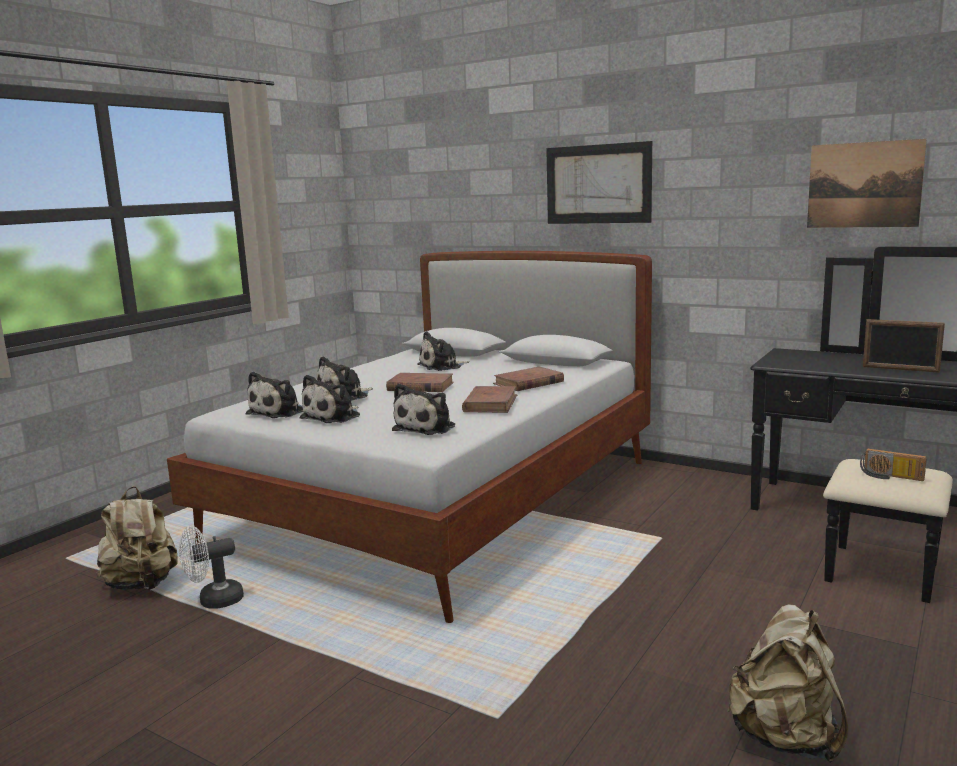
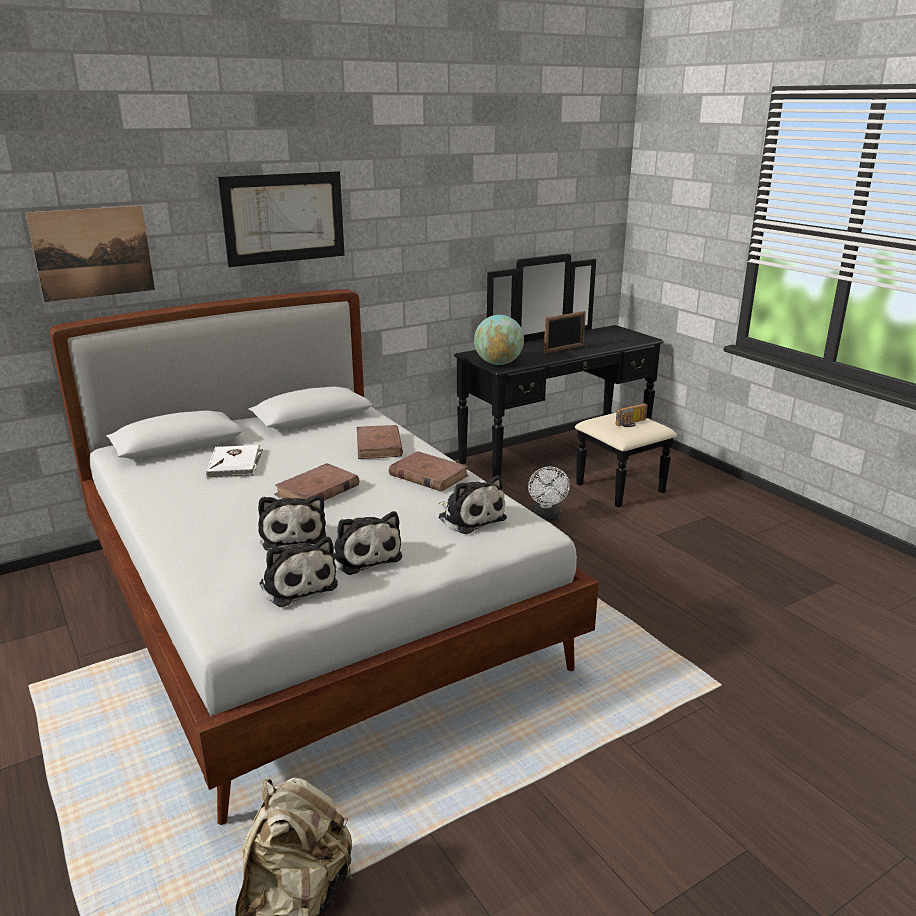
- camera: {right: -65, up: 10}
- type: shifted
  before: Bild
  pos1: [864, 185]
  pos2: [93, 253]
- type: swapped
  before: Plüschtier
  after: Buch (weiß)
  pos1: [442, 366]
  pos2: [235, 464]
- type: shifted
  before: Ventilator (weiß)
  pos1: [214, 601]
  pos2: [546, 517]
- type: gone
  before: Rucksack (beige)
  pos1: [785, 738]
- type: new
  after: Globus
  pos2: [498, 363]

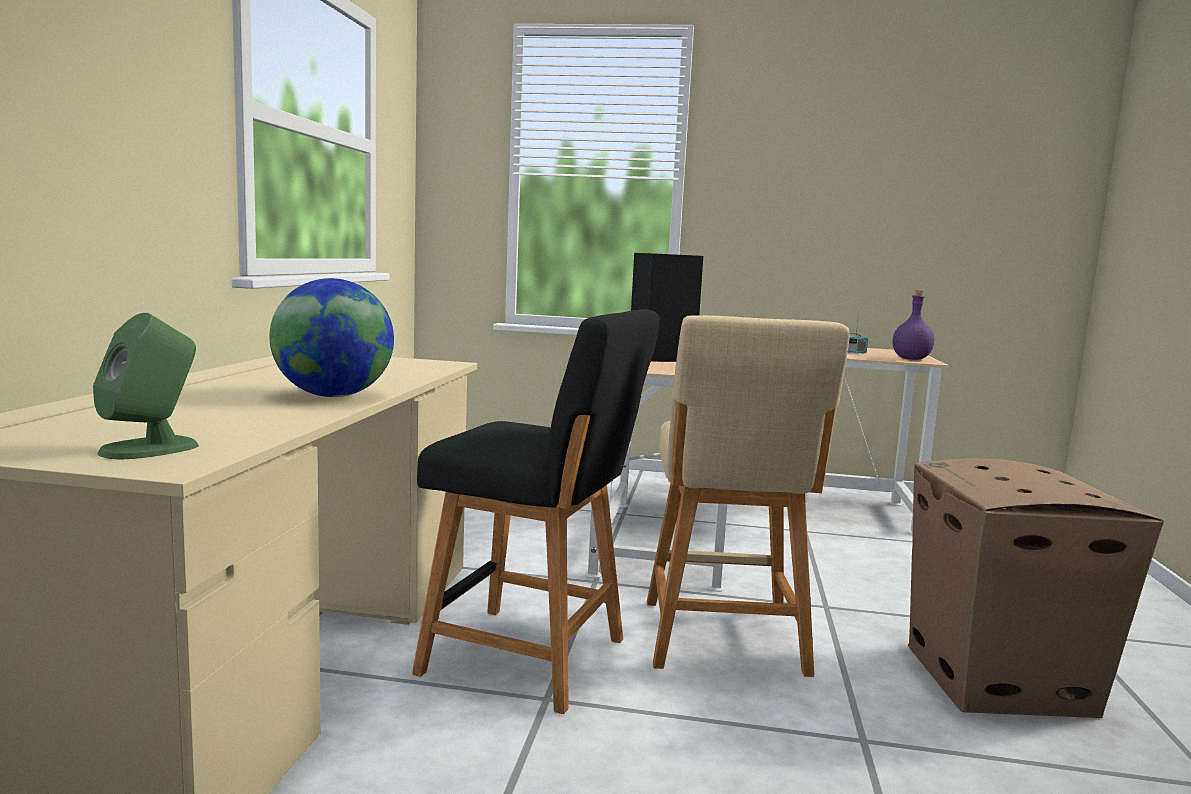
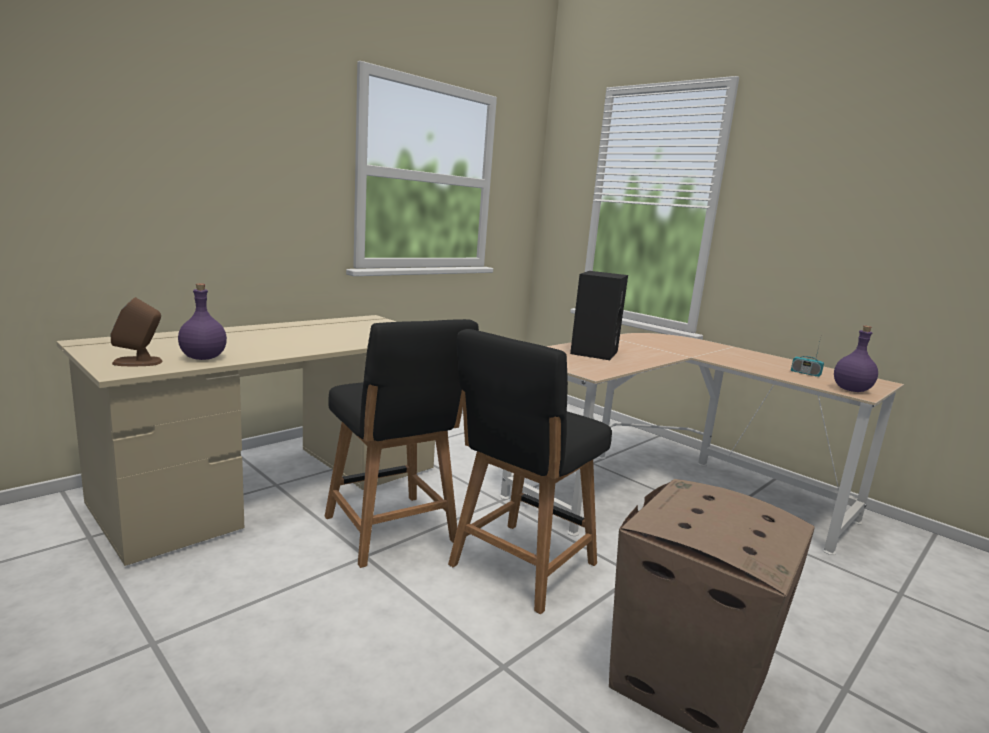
- camera: {right: 35, up: 5}
- type: gone
  before: Globus
  pos1: [333, 396]
- type: repainted
  before: Lautsprecher (grün)
  after: Lautsprecher (braun)
  pos1: [151, 448]
  pos2: [138, 362]
- type: repainted
  before: Hocker (beige)
  after: Hocker (schwarz)
  pos1: [724, 641]
  pos2: [519, 567]
- type: new
  after: Flasche (lila)
  pos2: [204, 358]

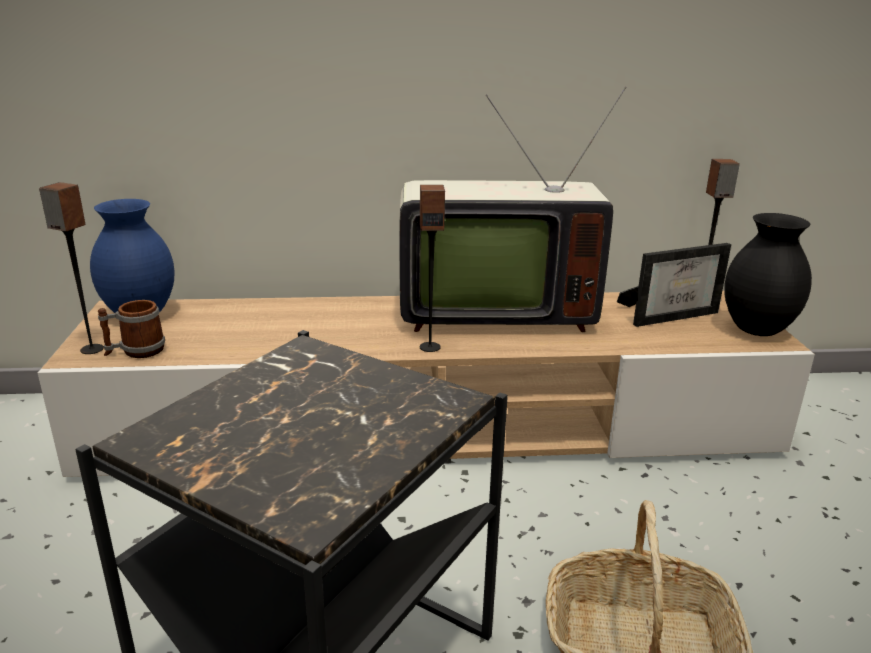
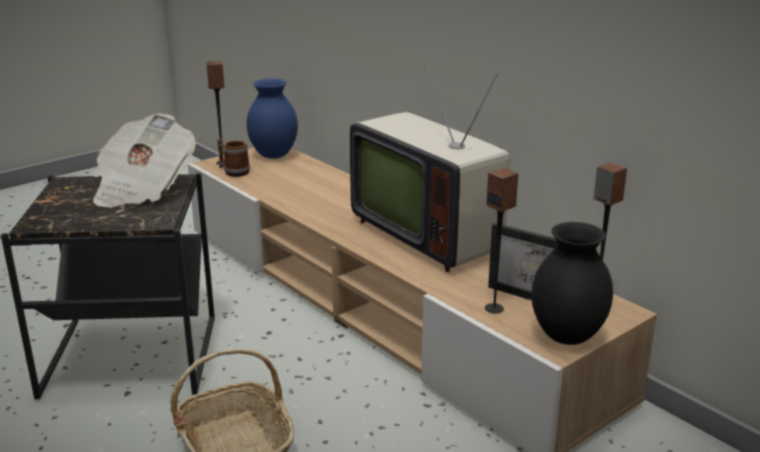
- camera: {right: 55, up: 0}
- type: shifted
  before: Lautsprecher
  pos1: [430, 347]
  pos2: [494, 308]
- type: new
  after: Zeitung
  pos2: [142, 188]

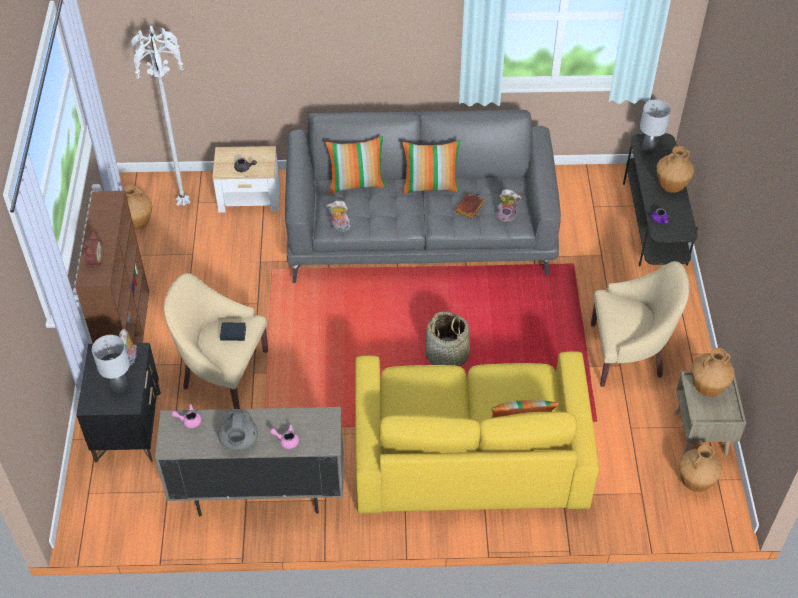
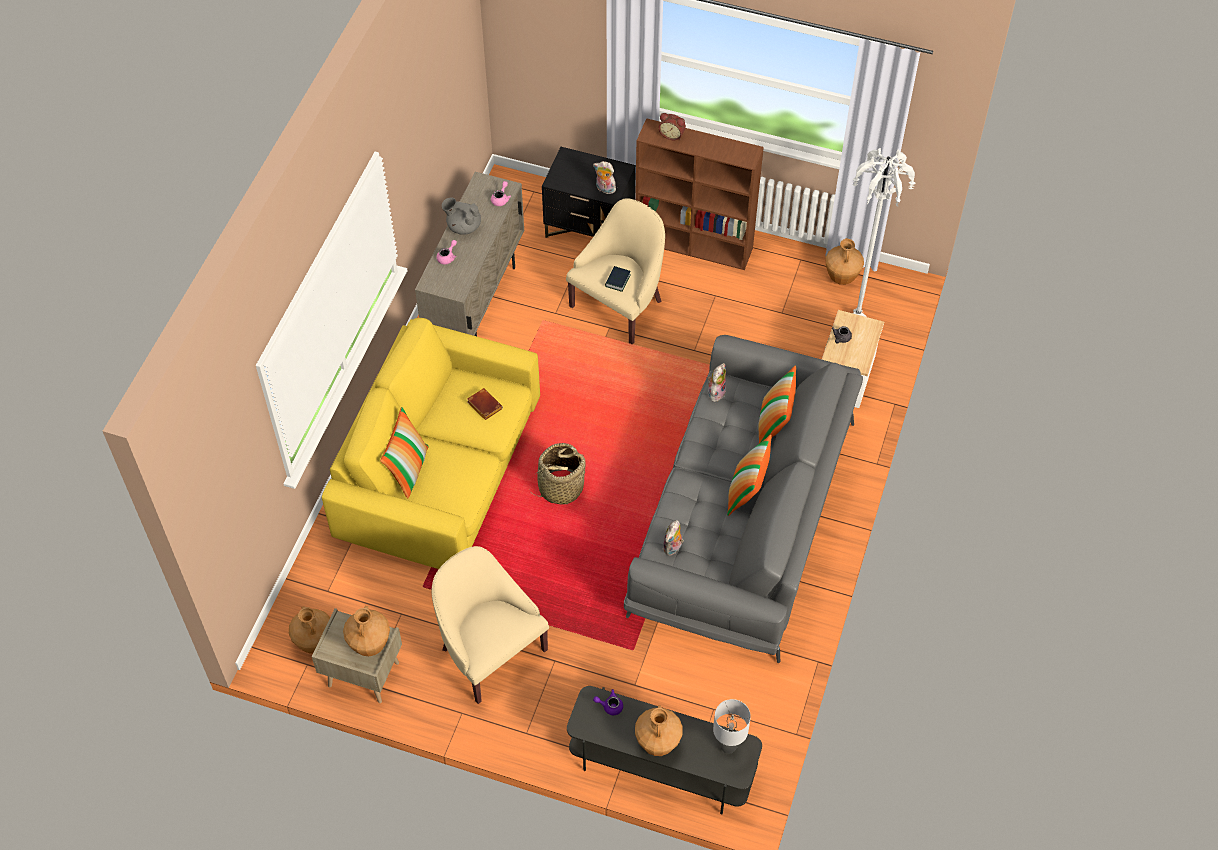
- camera: {right: 110, up: 5}
- type: shifted
  before: Buch (braun)
  pos1: [470, 208]
  pos2: [483, 406]
- type: rotated
  before: Sessel (beige)
  pos1: [628, 353]
  pos2: [489, 651]
  turn: 120
- type: gone
  before: Tischlampe (grau)
  pos1: [120, 387]

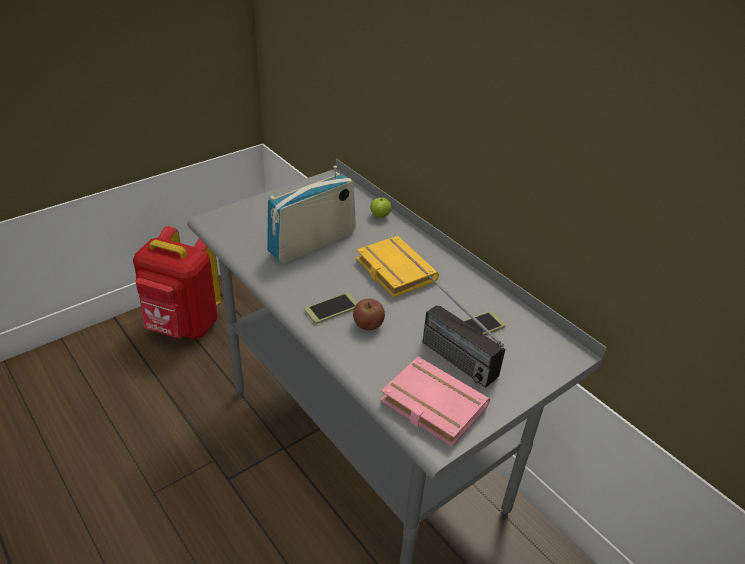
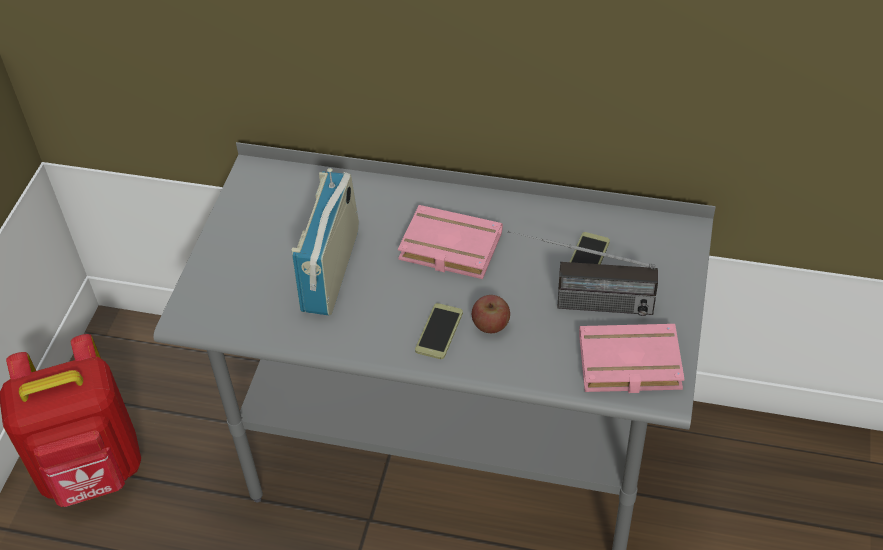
- camera: {right: -35, up: 10}
- type: gone
  before: Apfel
  pos1: [380, 216]
- type: repainted
  before: Buch (gelb)
  after: Buch (rosa)
  pos1: [392, 270]
  pos2: [447, 248]

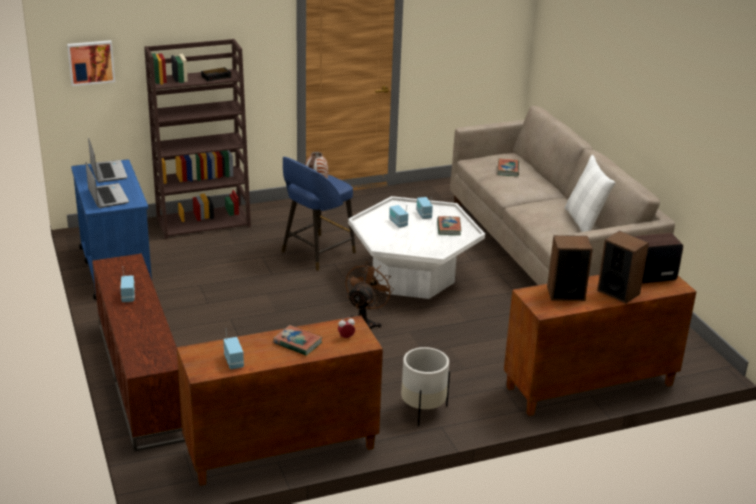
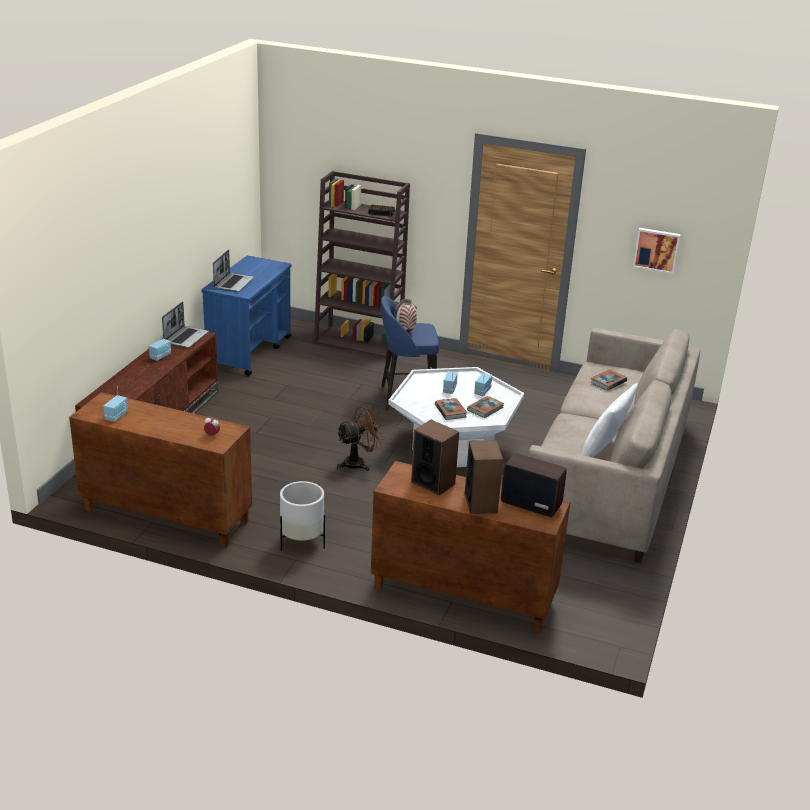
- camera: {right: 40, up: 0}
- type: shifted
  before: Bild
  pos1: [91, 62]
  pos2: [656, 250]
- type: shifted
  before: Laptop
  pos1: [108, 172]
  pos2: [186, 337]
- type: shifted
  before: Buch
  pos1: [297, 343]
  pos2: [450, 411]

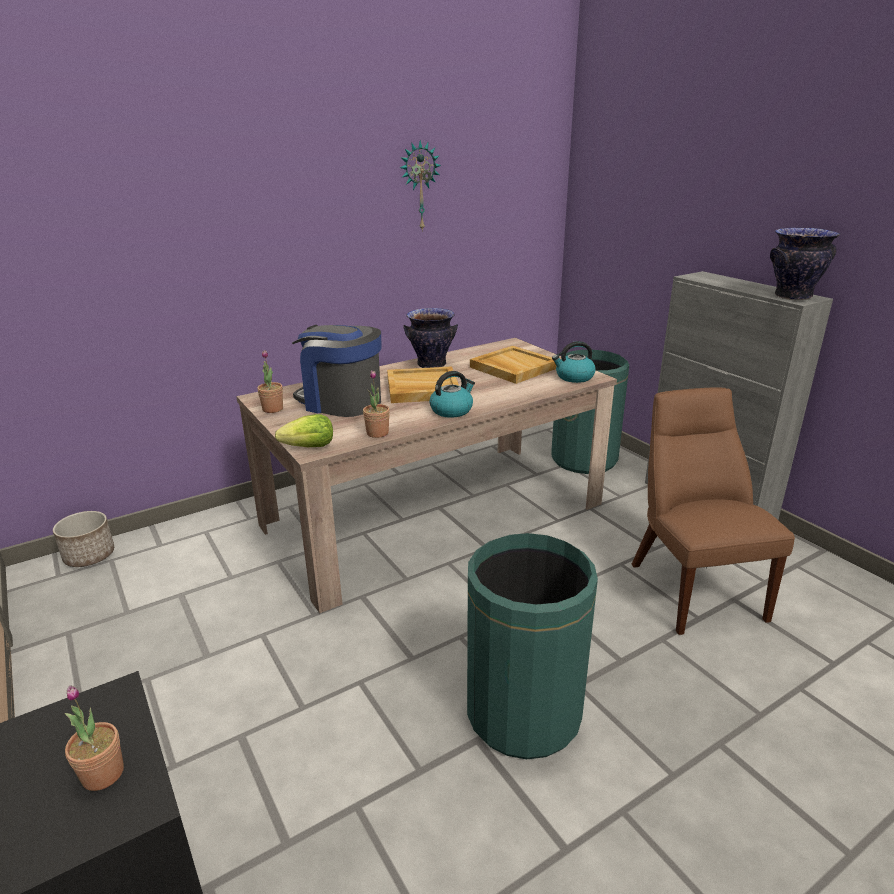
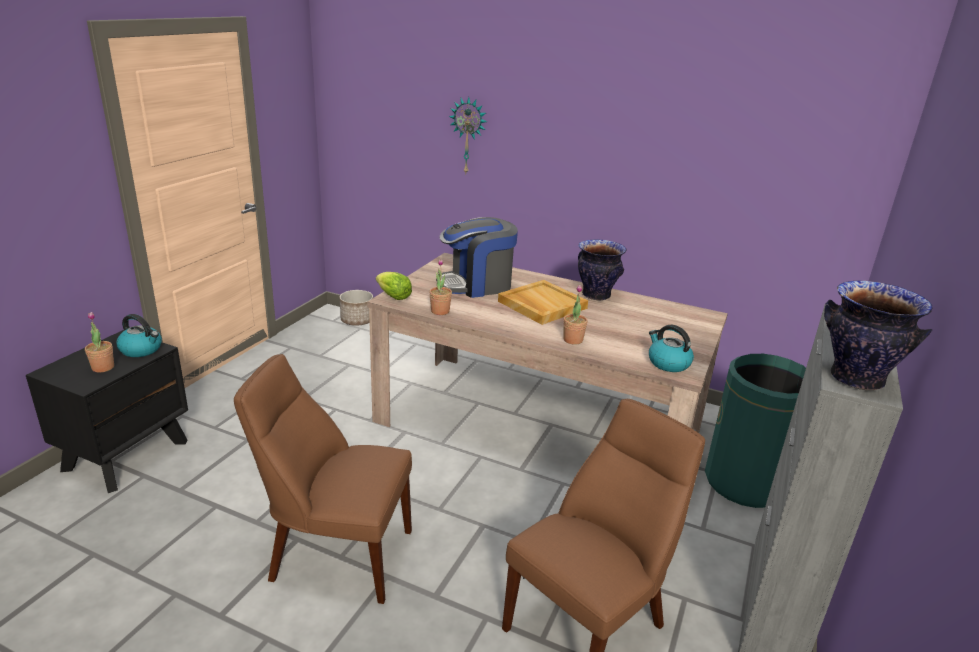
- camera: {right: 55, up: 0}
- type: shifted
  before: Wanduhr
  pos1: [419, 186]
  pos2: [468, 136]
- type: rotated
  before: Kaffeemaschine
  pos1: [341, 402]
  pos2: [476, 285]
  turn: -105
- type: gone
  before: Tablett (beige)
  pos1: [513, 367]
- type: shifted
  before: Topfpflanze
  pos1: [272, 409]
  pos2: [573, 340]
- type: shifted
  before: Wasserkessel
  pos1: [452, 410]
  pos2: [142, 349]
- type: swapped
  before: Mülleimer (grün)
  after: Stuhl (braun)
  pos1: [523, 713]
  pos2: [335, 554]

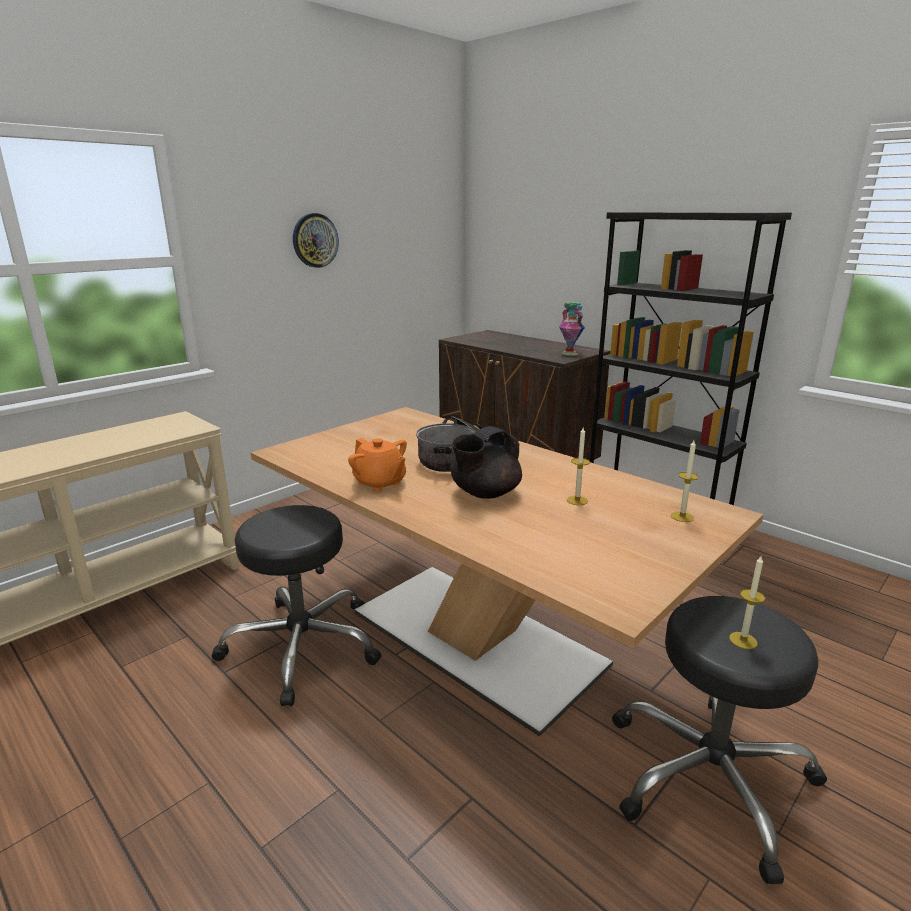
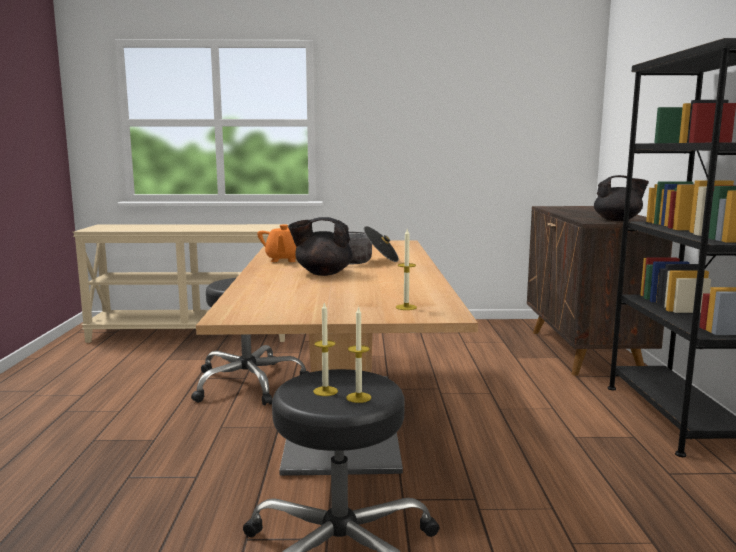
- camera: {right: 45, up: -10}
- type: gone
  before: Wanduhr
  pos1: [315, 240]
- type: swapped
  before: Vase
  after: Teekanne (schwarz)
  pos1: [570, 353]
  pos2: [618, 220]
- type: shifted
  before: Kerze
  pos1: [577, 500]
  pos2: [358, 397]

